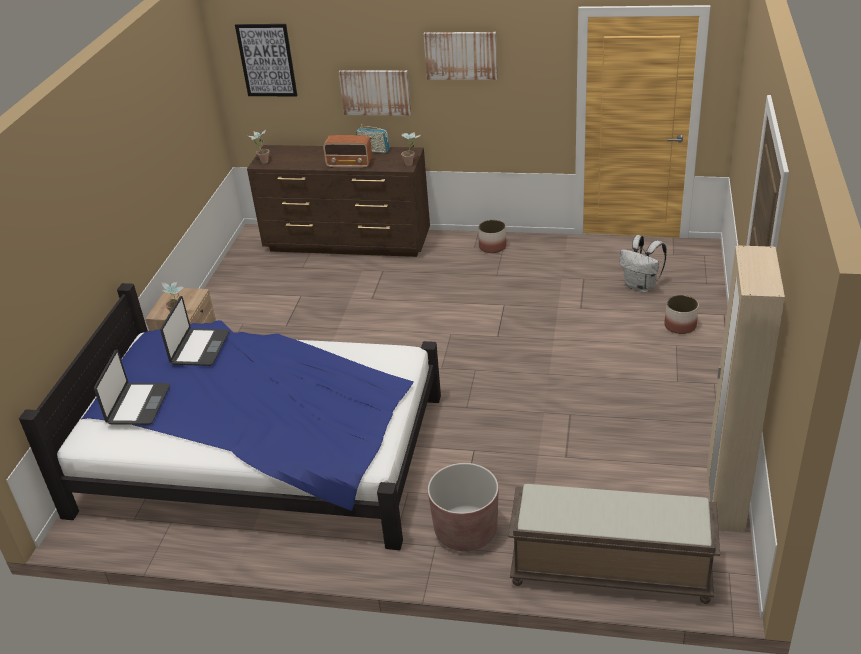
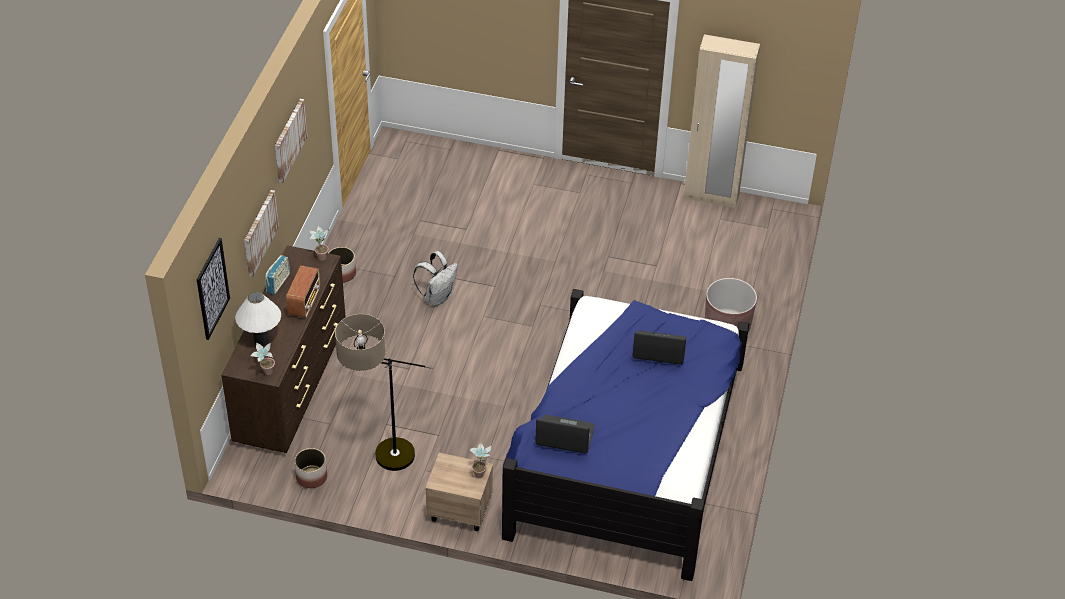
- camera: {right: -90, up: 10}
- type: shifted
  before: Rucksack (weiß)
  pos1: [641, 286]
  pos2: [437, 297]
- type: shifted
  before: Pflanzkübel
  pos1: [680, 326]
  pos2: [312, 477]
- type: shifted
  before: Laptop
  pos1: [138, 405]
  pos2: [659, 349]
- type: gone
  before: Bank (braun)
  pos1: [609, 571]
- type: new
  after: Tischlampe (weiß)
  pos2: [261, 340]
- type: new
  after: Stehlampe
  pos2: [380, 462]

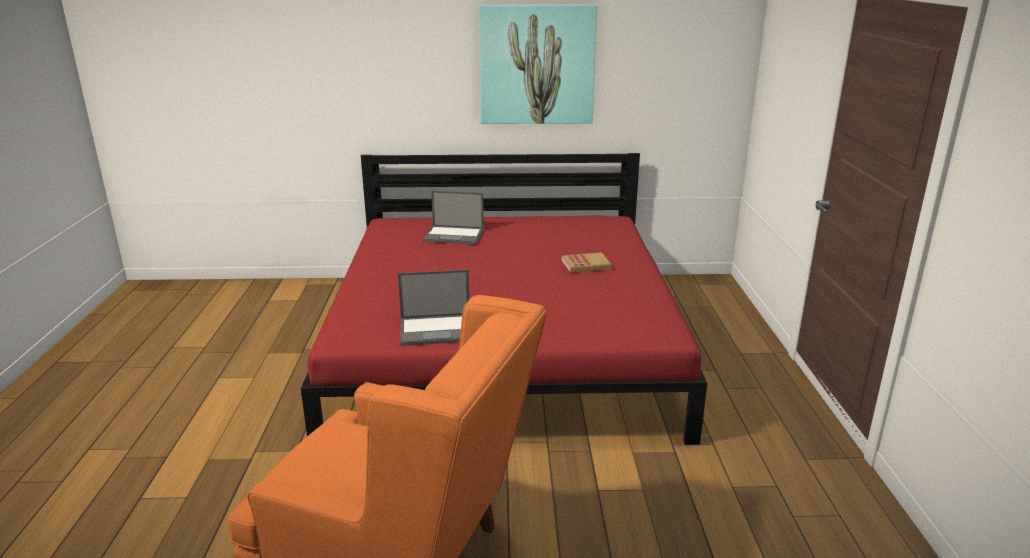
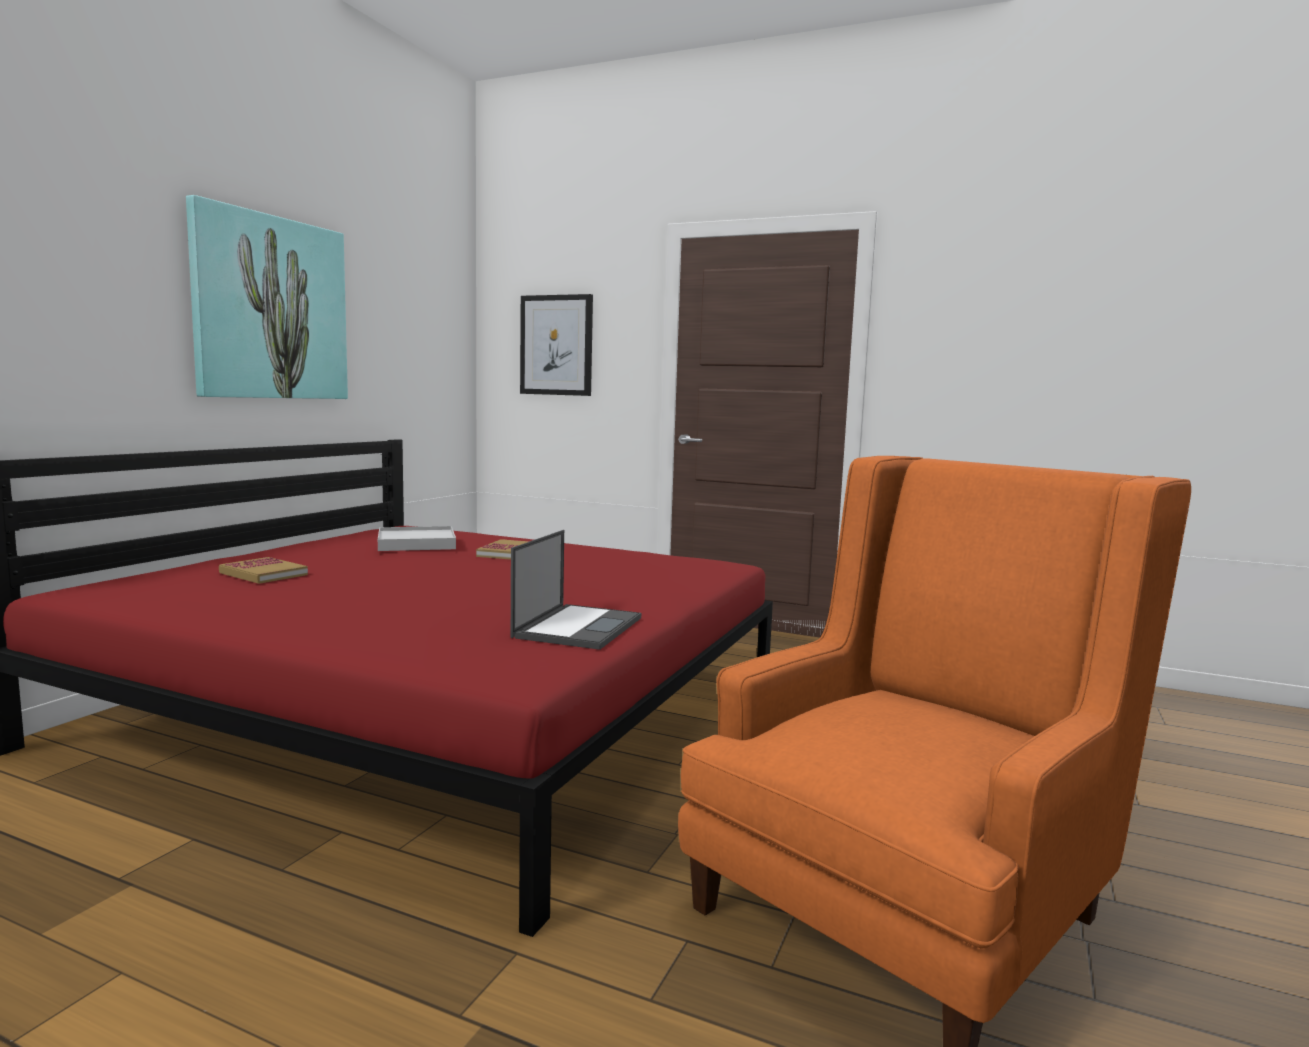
- camera: {right: -65, up: -15}
- type: swapped
  before: Laptop
  after: Buch
  pos1: [454, 235]
  pos2: [263, 574]
- type: new
  after: Bild
  pos2: [556, 345]
- type: new
  after: Tablett (weiß)
  pos2: [416, 543]

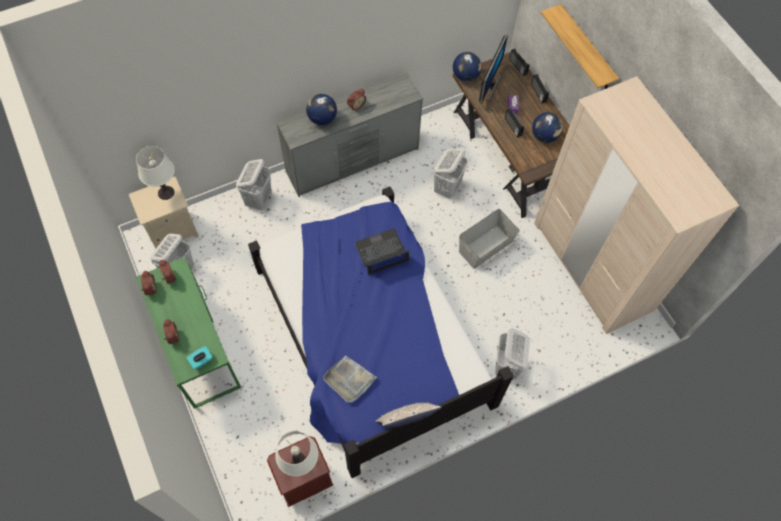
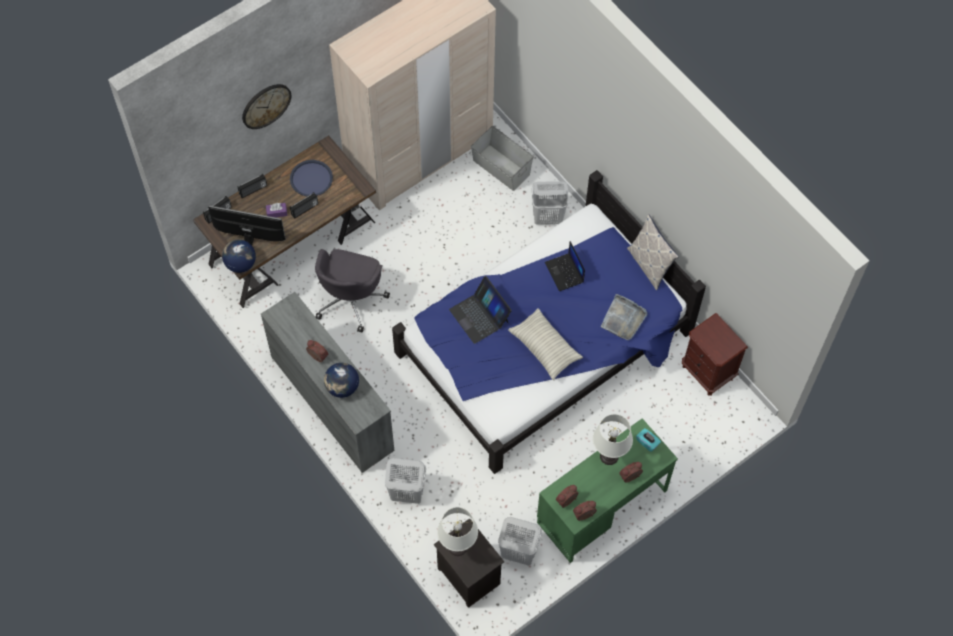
- camera: {right: -100, up: 0}
- type: swapped
  before: Wandregal
  after: Wanduhr
  pos1: [586, 49]
  pos2: [266, 105]
- type: swapped
  before: Globus
  after: Tablett (blau)
  pos1: [544, 136]
  pos2: [311, 179]
- type: swapped
  before: Wäschekorb (weiß)
  after: Bürostuhl (grau)
  pos1: [447, 188]
  pos2: [350, 299]
- type: repainted
  before: Nachttisch (beige)
  after: Nachttisch (schwarz)
  pos1: [173, 230]
  pos2: [467, 576]
- type: shifted
  before: Aufbewahrungsbox (grau)
  pos1: [486, 247]
  pos2: [501, 167]
- type: shifted
  before: Tischlampe (weiß)
  pos1: [301, 465]
  pos2: [609, 456]
- type: new
  after: Laptop
  pos2: [565, 272]
- type: new
  after: Kissen
  pos2: [545, 348]

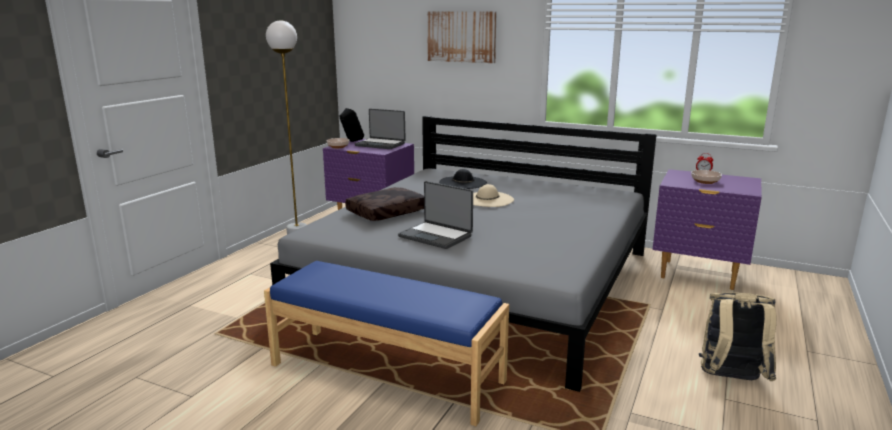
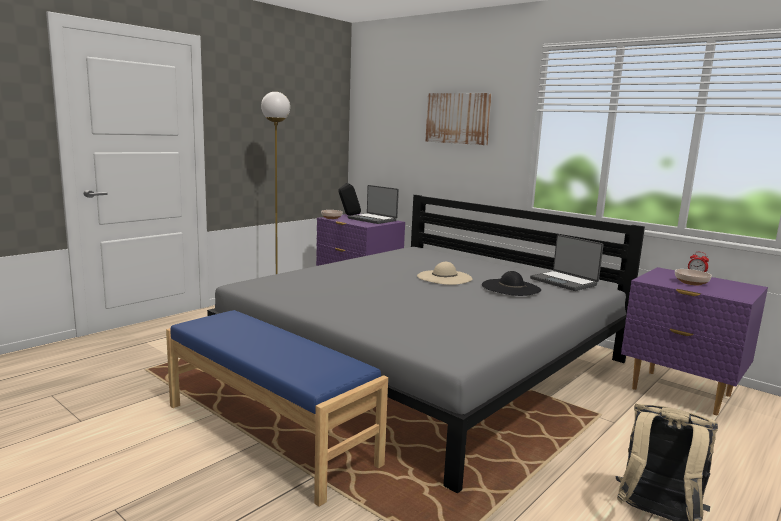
- camera: {right: 15, up: -5}
- type: shifted
  before: Hut (schwarz)
  pos1: [463, 182]
  pos2: [511, 287]
- type: shifted
  before: Laptop
  pos1: [436, 236]
  pos2: [564, 282]
- type: gone
  before: Kissen (braun)
  pos1: [387, 213]

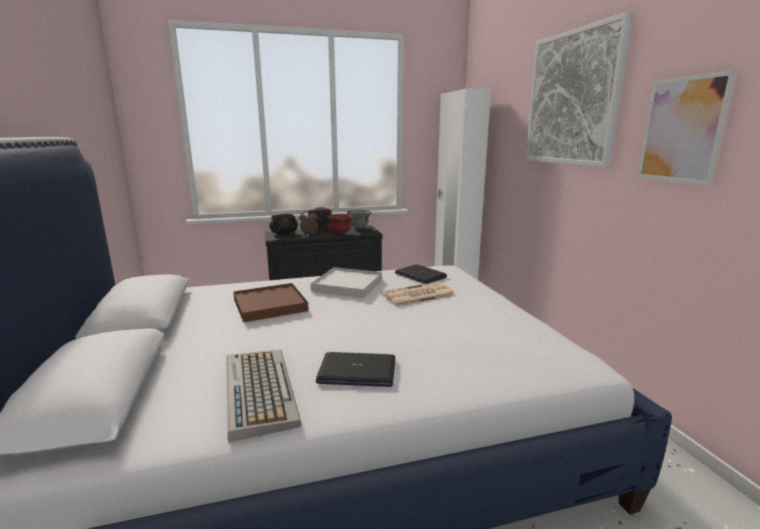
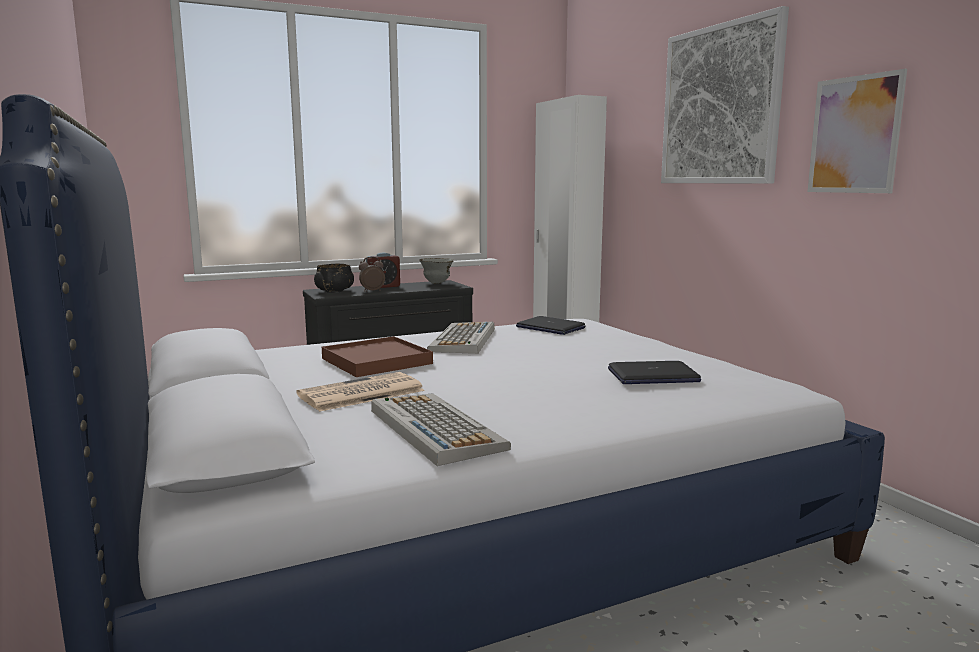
- camera: {right: -10, up: -5}
- type: gone
  before: Schüssel (rot)
  pos1: [341, 234]
- type: swapped
  before: Tablett (weiß)
  after: Tastatur
  pos1: [347, 285]
  pos2: [463, 340]
- type: shifted
  before: Zeitung
  pos1: [417, 295]
  pos2: [360, 393]
- type: shifted
  before: Laptop
  pos1: [356, 371]
  pos2: [653, 376]

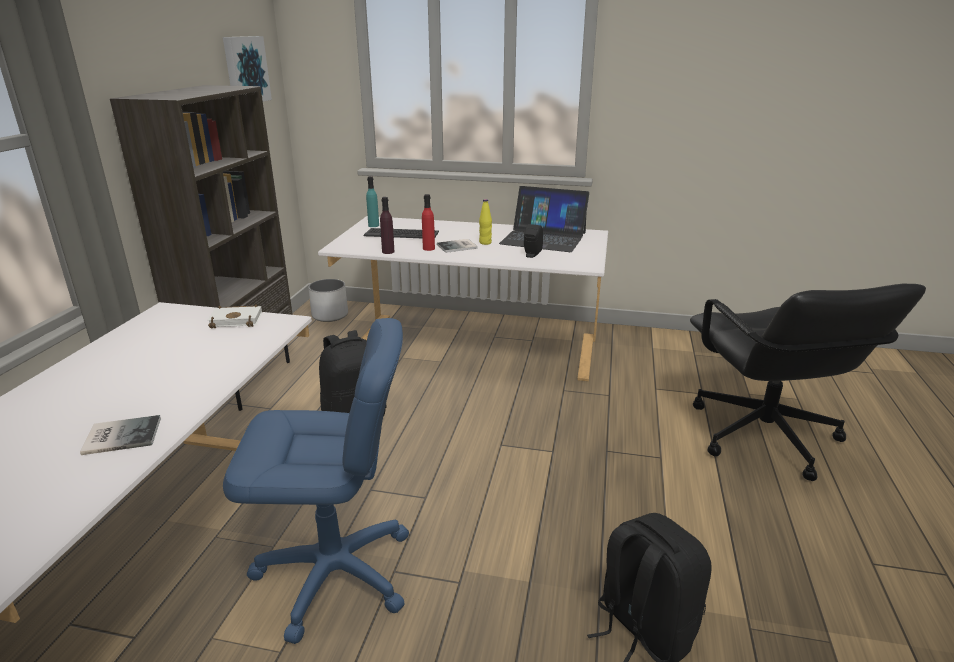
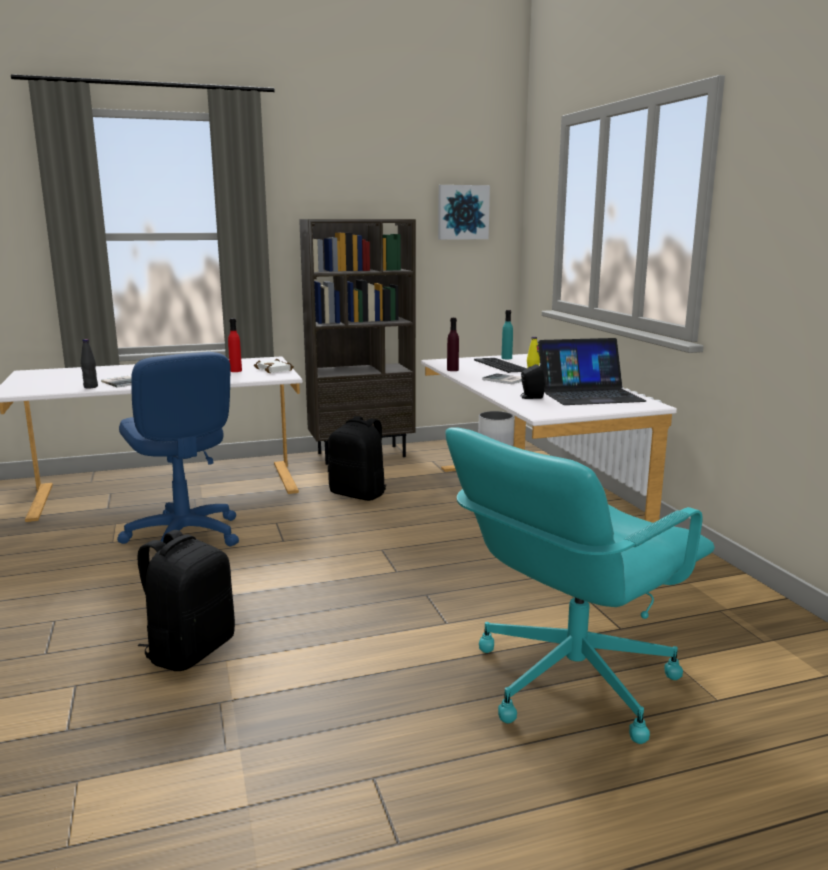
- camera: {right: 60, up: -10}
- type: rotated
  before: Laptop
  pos1: [543, 238]
  pos2: [589, 394]
  turn: -90
- type: shifted
  before: Flasche (rot)
  pos1: [428, 248]
  pos2: [236, 371]
- type: repainted
  before: Bürostuhl (schwarz)
  after: Bürostuhl (türkis)
  pos1: [763, 437]
  pos2: [570, 680]
- type: new
  after: Flasche (schwarz)
  pos2: [91, 387]

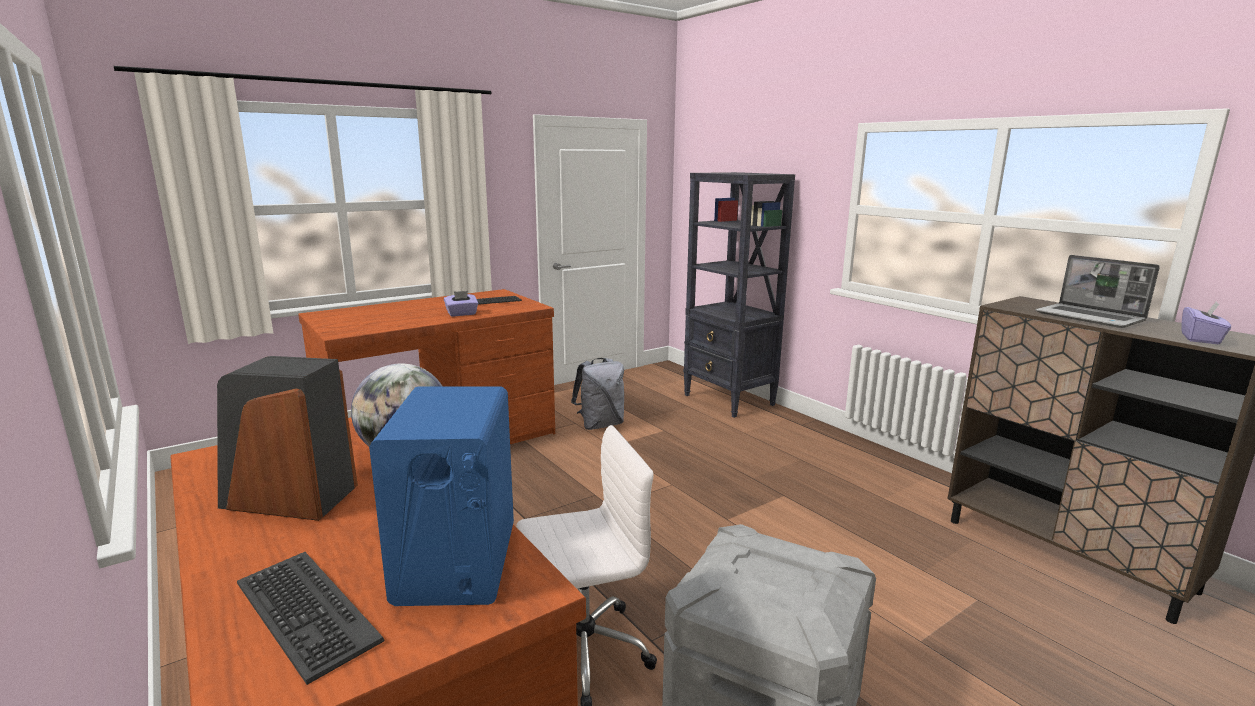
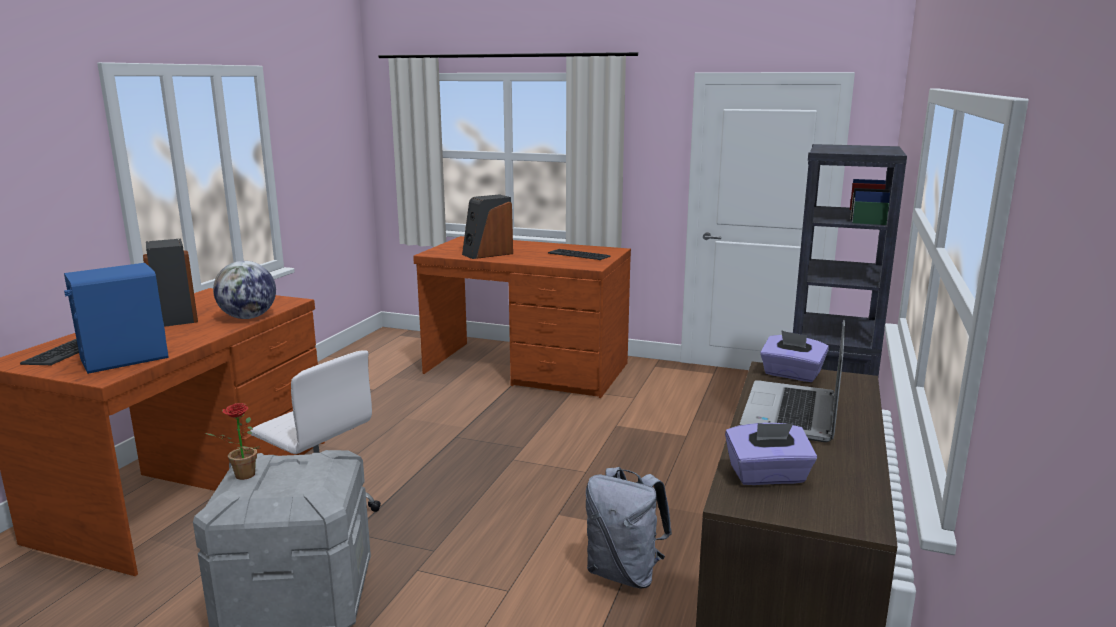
- camera: {right: 55, up: 0}
- type: shifted
  before: Taschentuchbox (lila)
  pos1: [462, 314]
  pos2: [791, 374]
- type: shifted
  before: Rucksack (grau)
  pos1: [600, 425]
  pos2: [624, 573]
- type: new
  after: Lautsprecher
  pos2: [487, 254]
- type: new
  after: Topfpflanze
  pos2: [240, 476]

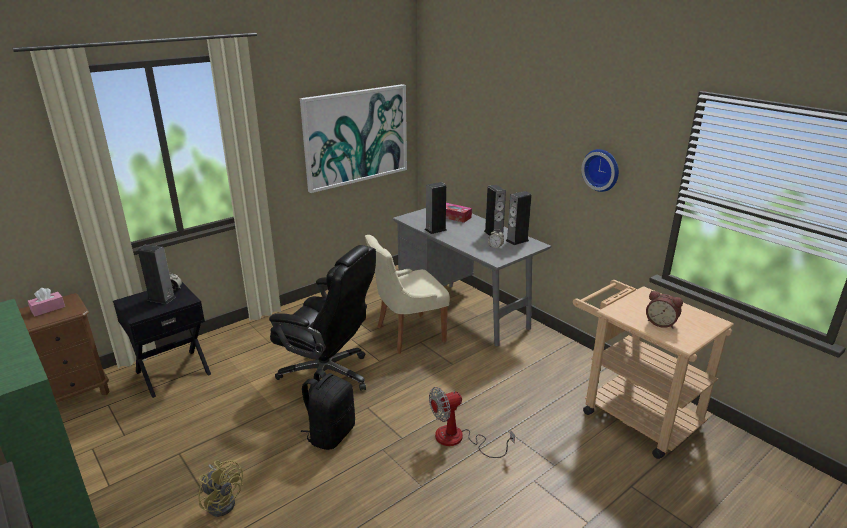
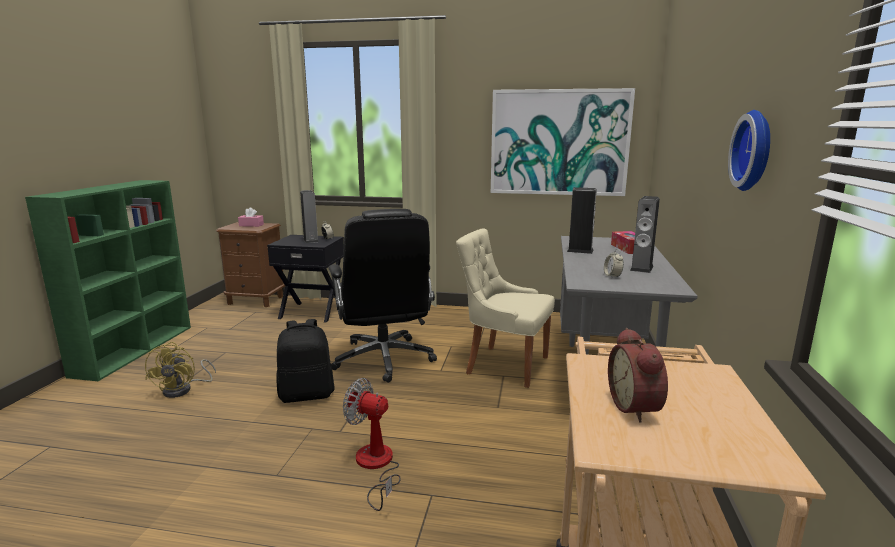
- camera: {right: 50, up: -10}
- type: gone
  before: Lautsprecher
  pos1: [517, 240]

